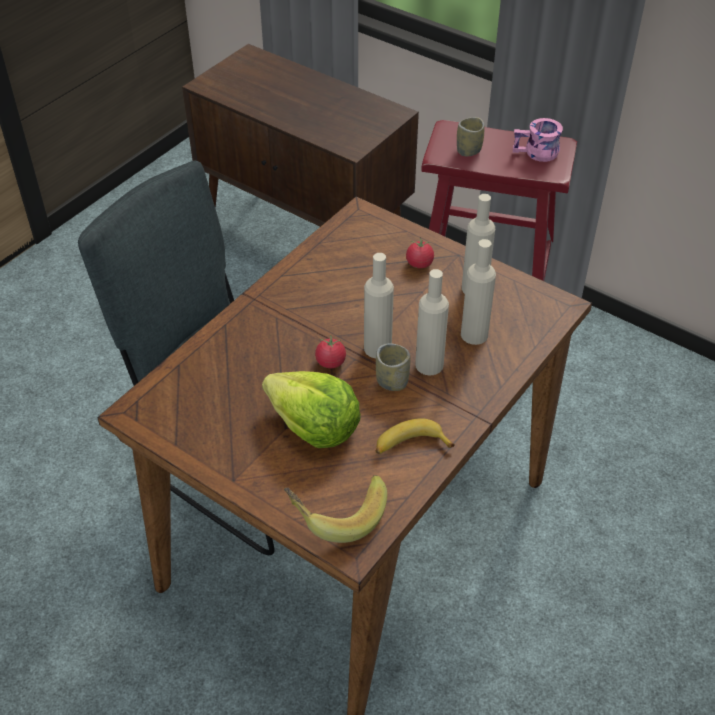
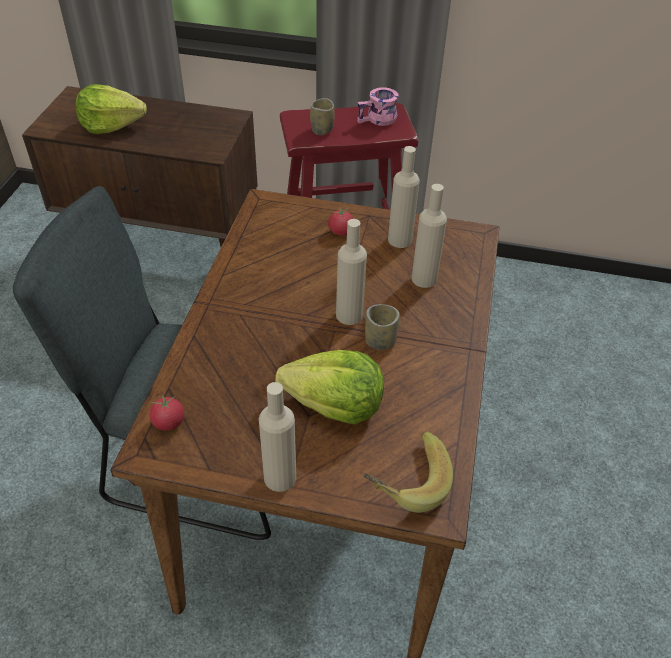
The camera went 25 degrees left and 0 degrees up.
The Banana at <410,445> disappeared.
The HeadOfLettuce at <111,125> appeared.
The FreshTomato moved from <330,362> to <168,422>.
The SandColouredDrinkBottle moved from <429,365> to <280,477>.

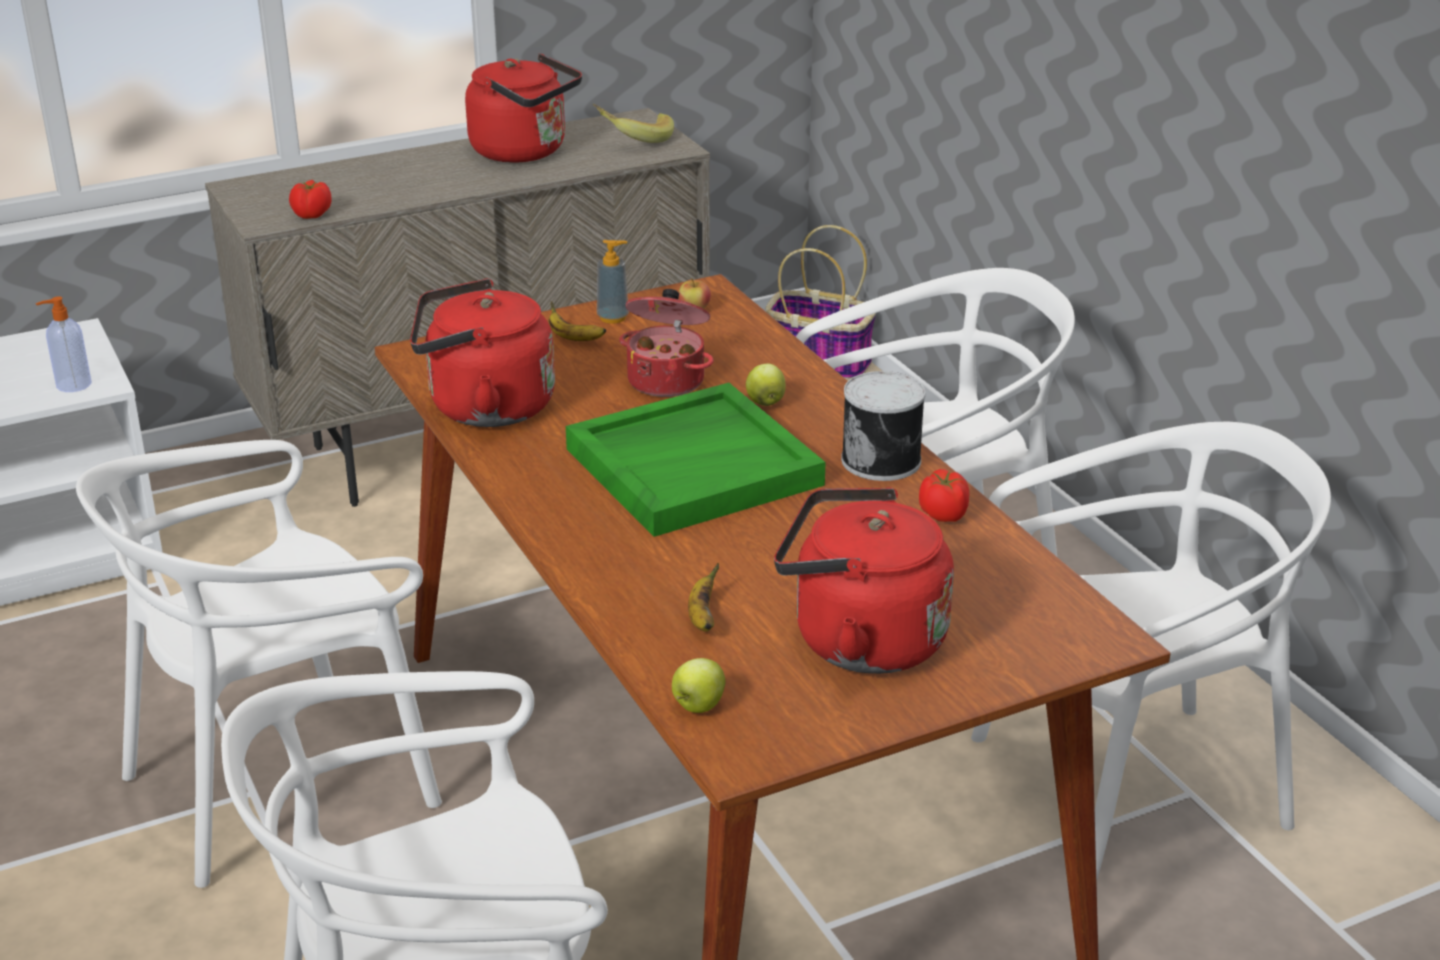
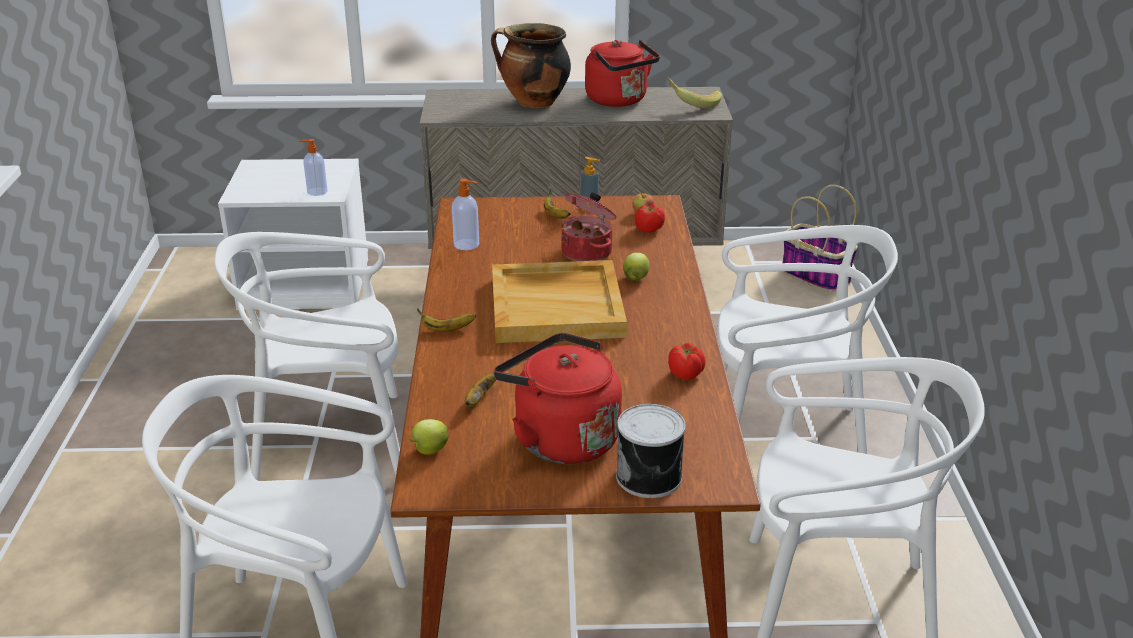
The camera went 25 degrees right and 0 degrees up.
The Banana at <447,329> appeared.
The Saucepot at <533,103> appeared.
The FreshTomato moved from <311,215> to <648,229>.
The SealedCan moved from <883,460> to <650,477>.
The RedTeaKettle at <483,407> was replaced by the SoapDispenser at <467,245>.
The GreenServingTray at <694,465> became the SandColouredServingTray at <557,306>.

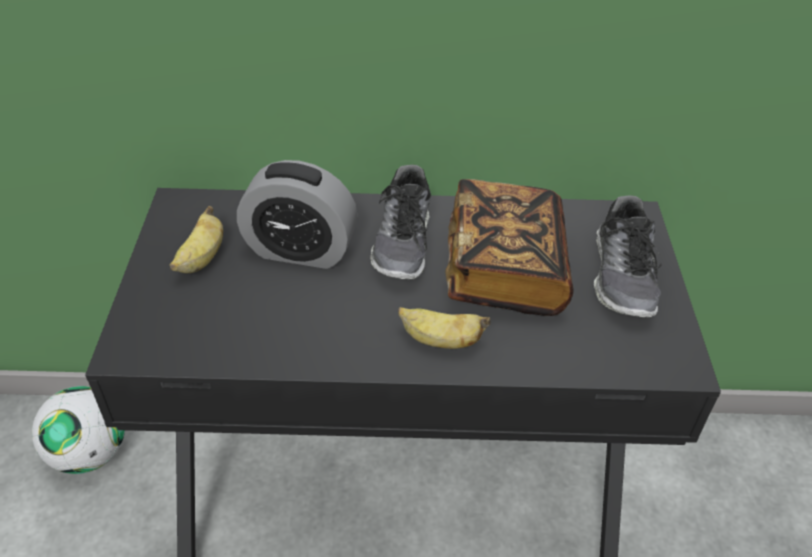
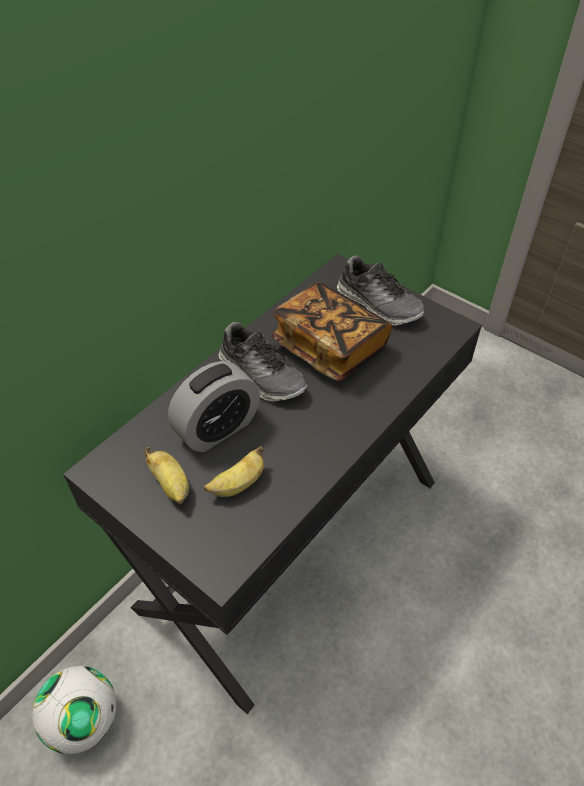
The camera went 50 degrees left and 5 degrees up.
The Banana moved from <439,341> to <238,485>.

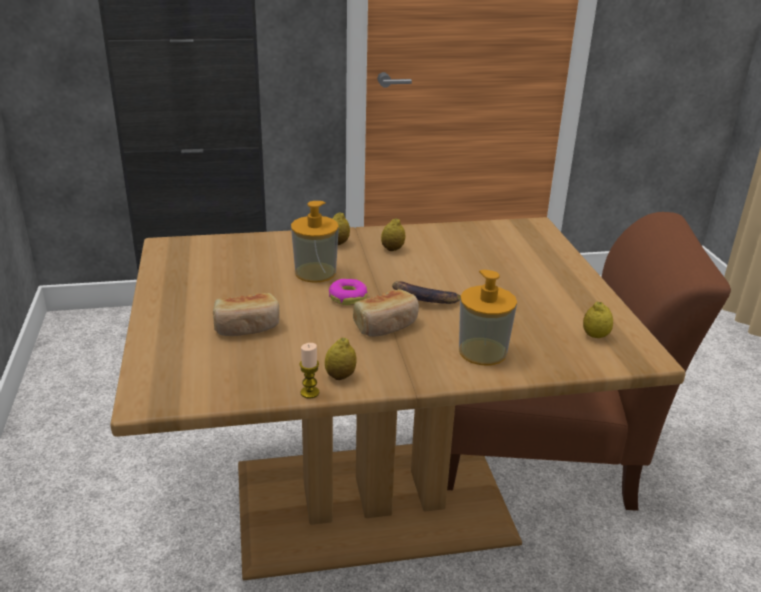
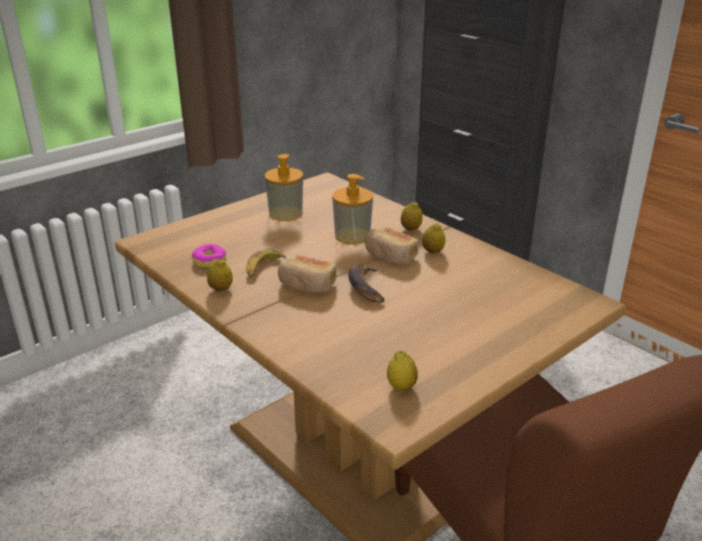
The camera went 60 degrees right and 0 degrees up.
The WaxLight at <309,392> disappeared.
The Banana at <263,268> appeared.
The Bread moved from <247,327> to <390,256>.
The Donut moved from <348,297> to <209,261>.
The SoapDispenser moved from <482,351> to <285,214>.

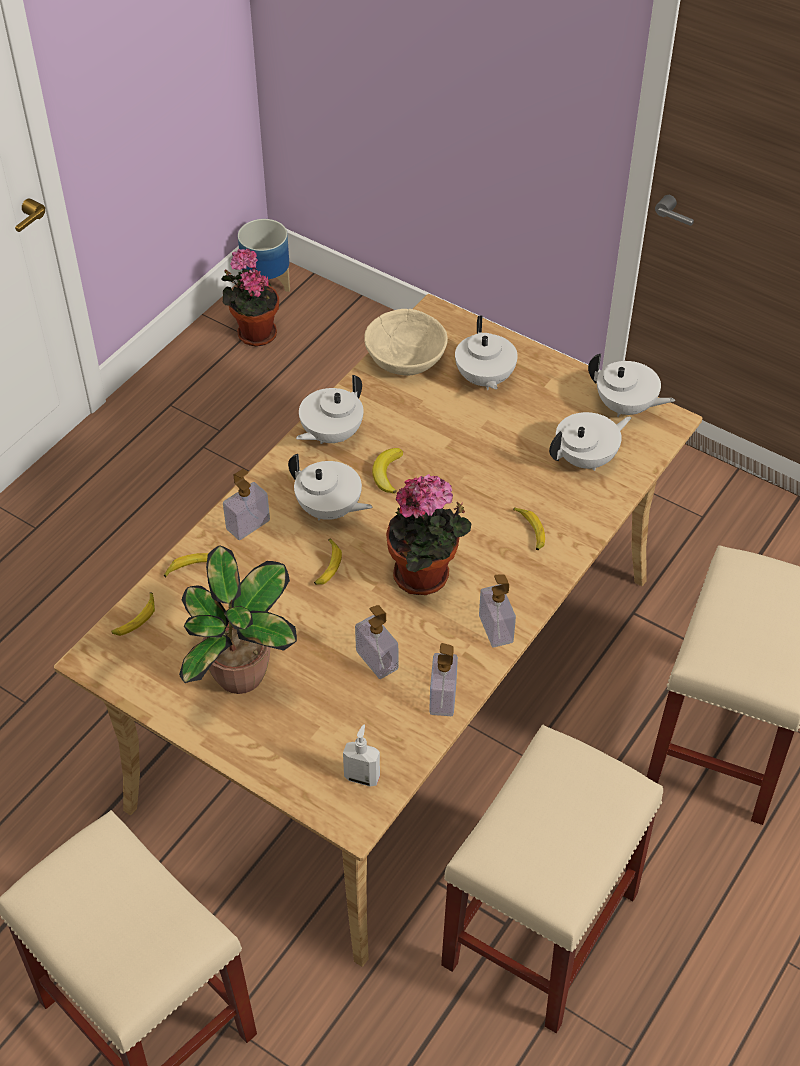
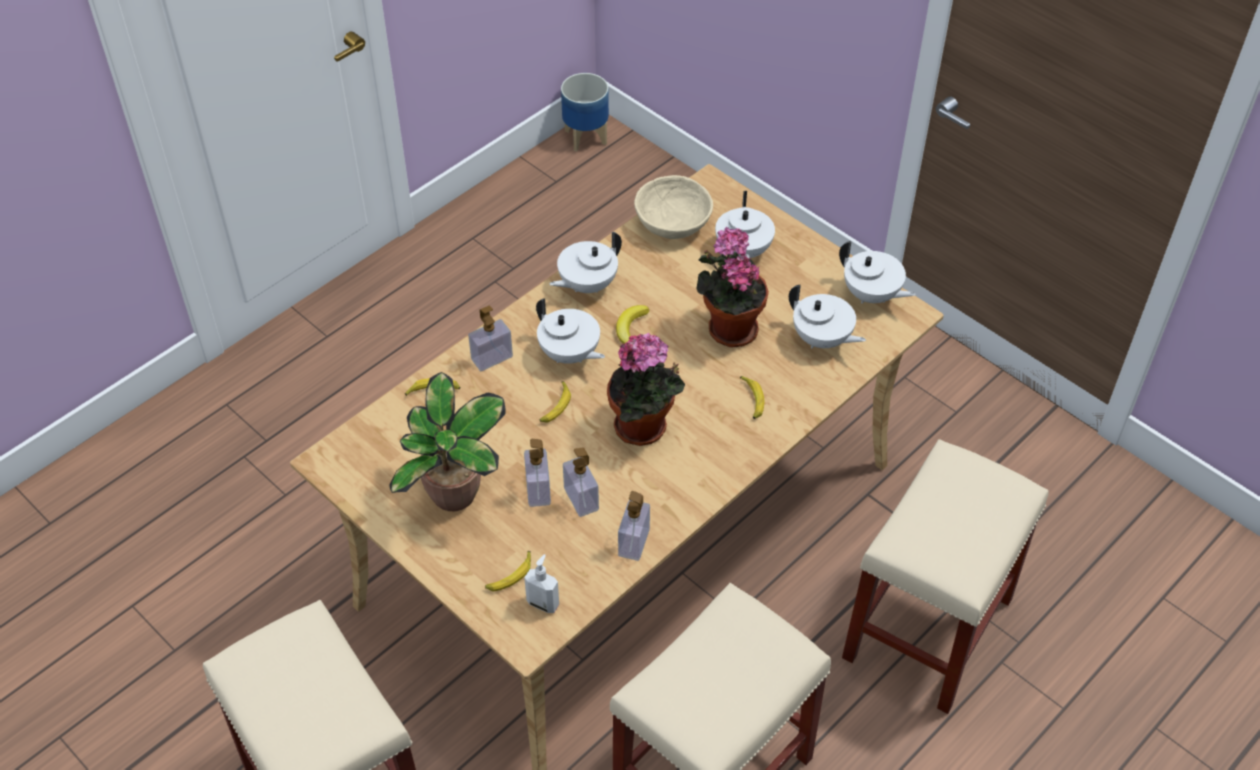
The camera went 10 degrees right and 0 degrees up.
The Banana moved from <135,618> to <510,575>.
The Houseplant moved from <254,332> to <729,327>.
The SoapDispenser moved from <495,629> to <538,490>.
The WhitishPotForTea at <586,459> turned 60 degrees clockwise.

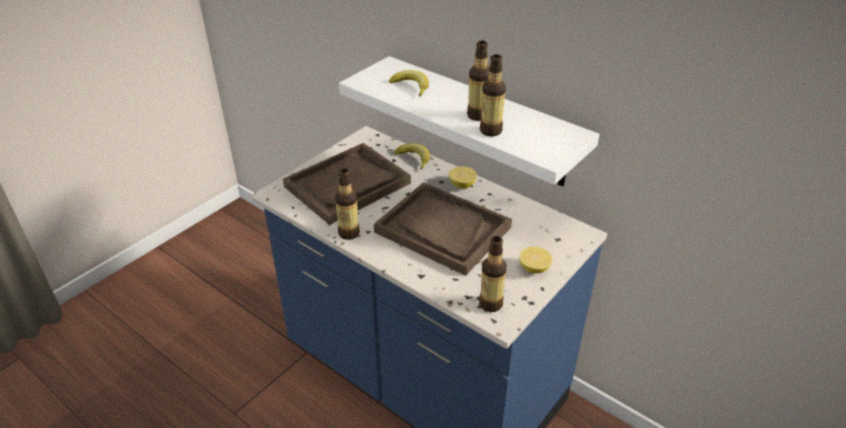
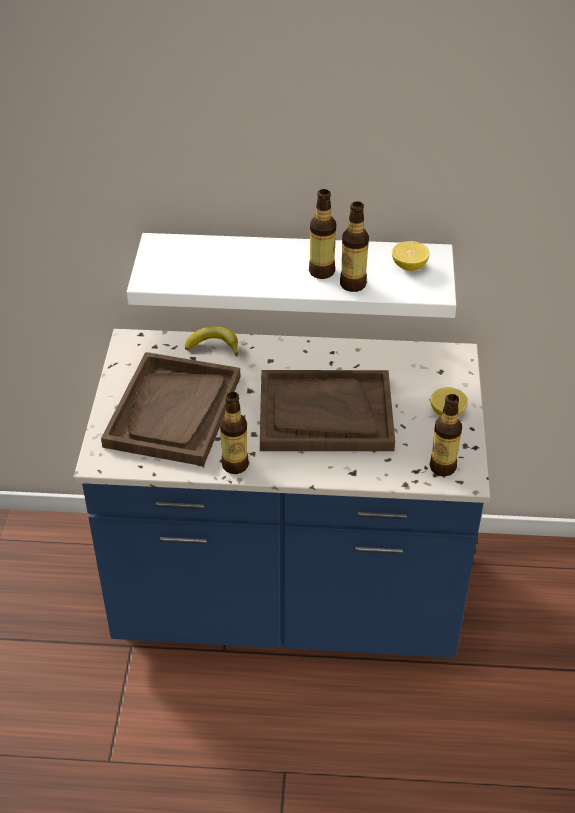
The camera went 35 degrees left and 5 degrees up.
The Banana at <411,86> disappeared.
The Lemon moved from <462,185> to <409,266>.

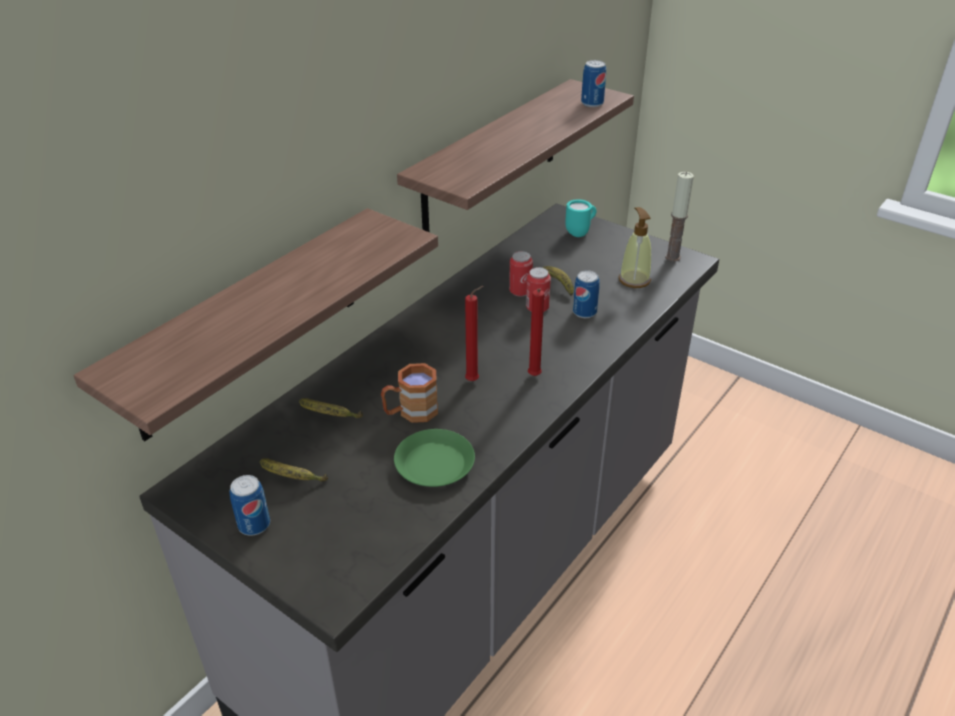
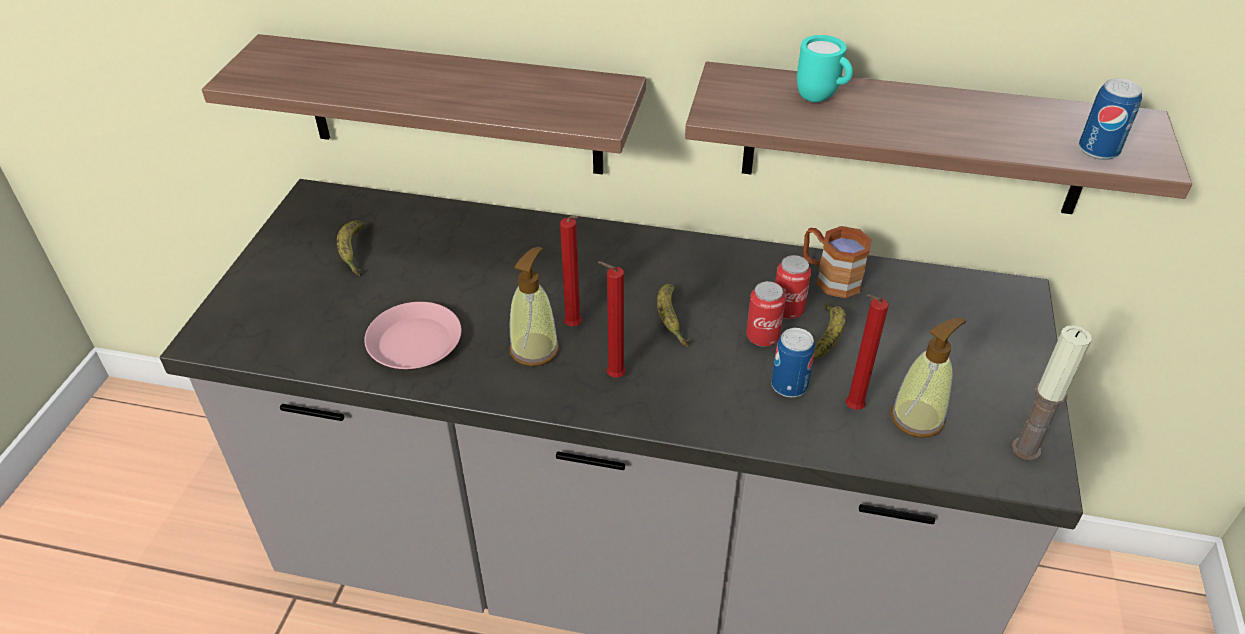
The camera went 65 degrees right and 5 degrees up.
The SealedCan at <254,525> disappeared.
The SoapDispenser at <534,349> appeared.
The RedWaxLight at <851,408> appeared.
The Banana moved from <329,416> to <670,320>.
The BrownColouredMug moved from <410,412> to <830,277>.
The BlueGreenMug moved from <580,232> to <821,98>.
The GreenFlatDish at <435,463> became the PinkColouredFlatDish at <415,343>.

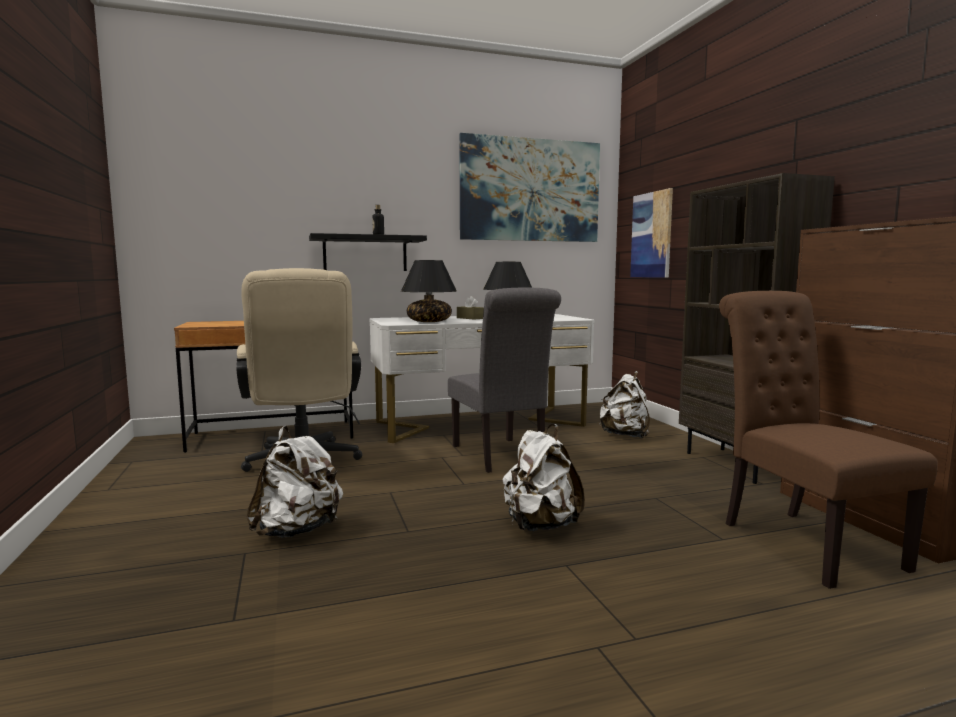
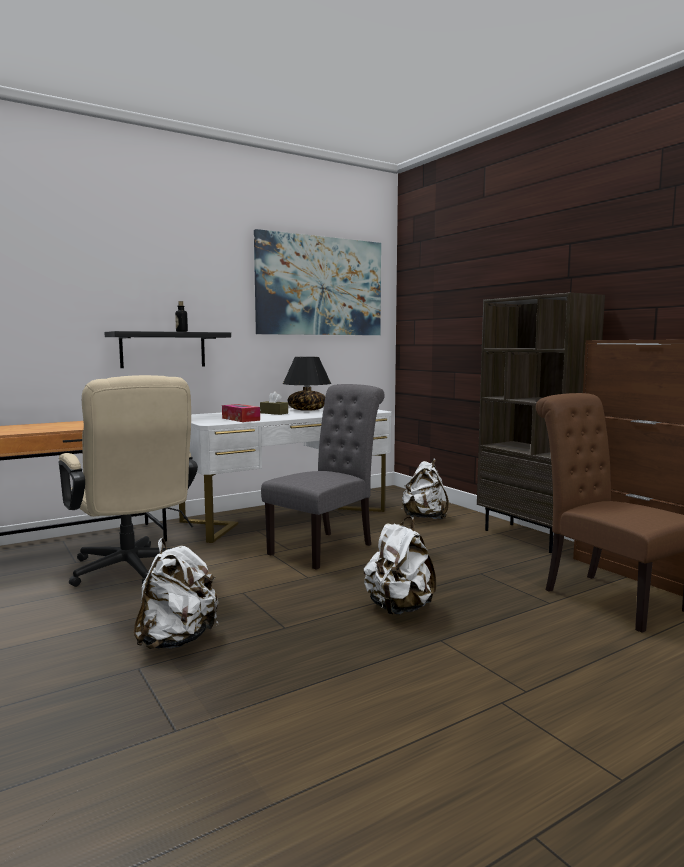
The camera went 15 degrees left and 0 degrees up.
The WallPicture at <651,235> disappeared.
The BlackTableLamp at <428,321> was replaced by the TissueHolder at <241,419>.
The GreyUprightChair at <501,457> turned 105 degrees counterclockwise.

